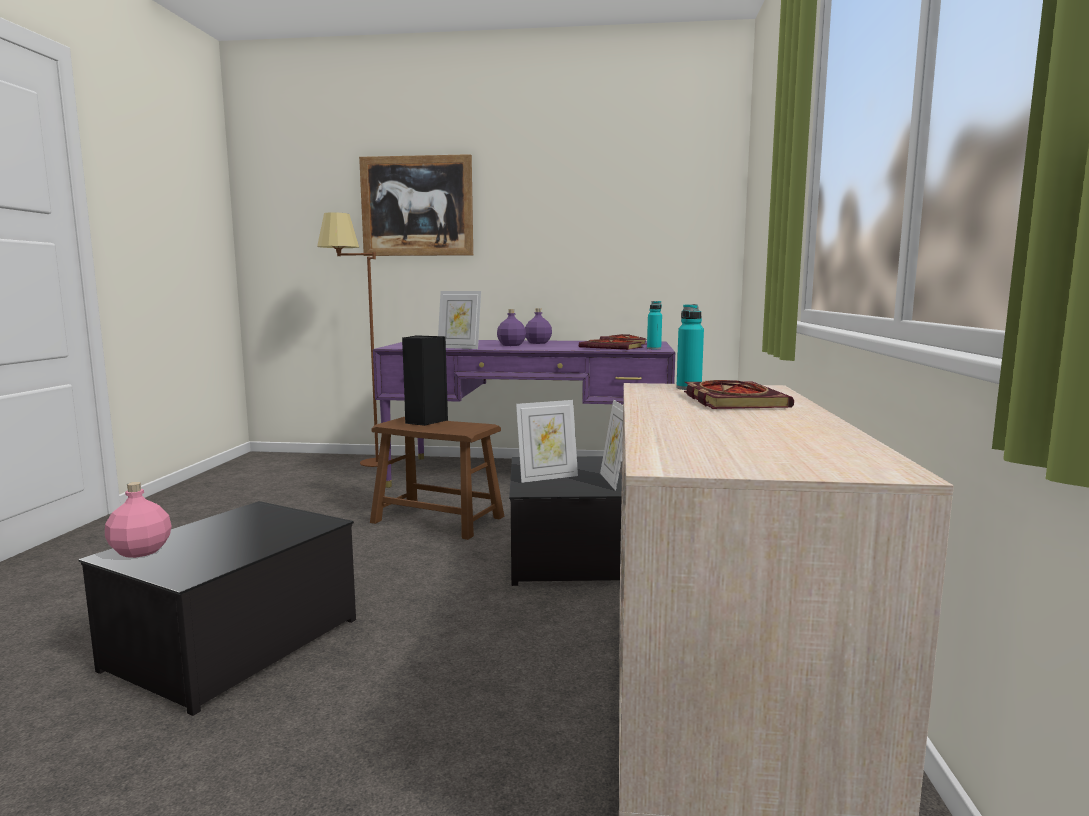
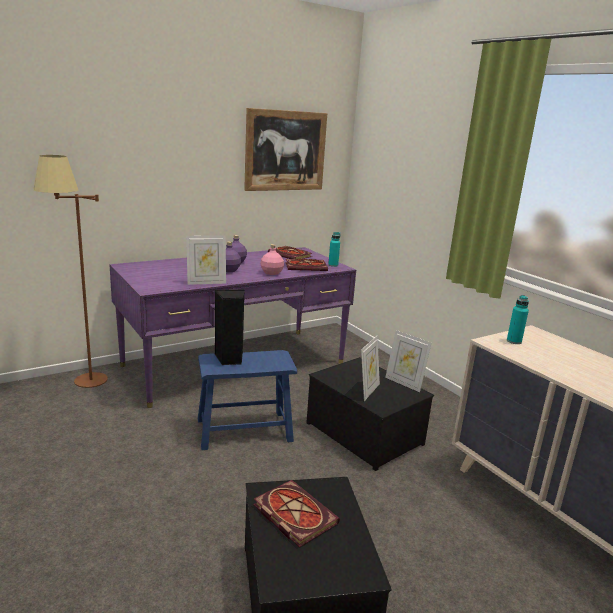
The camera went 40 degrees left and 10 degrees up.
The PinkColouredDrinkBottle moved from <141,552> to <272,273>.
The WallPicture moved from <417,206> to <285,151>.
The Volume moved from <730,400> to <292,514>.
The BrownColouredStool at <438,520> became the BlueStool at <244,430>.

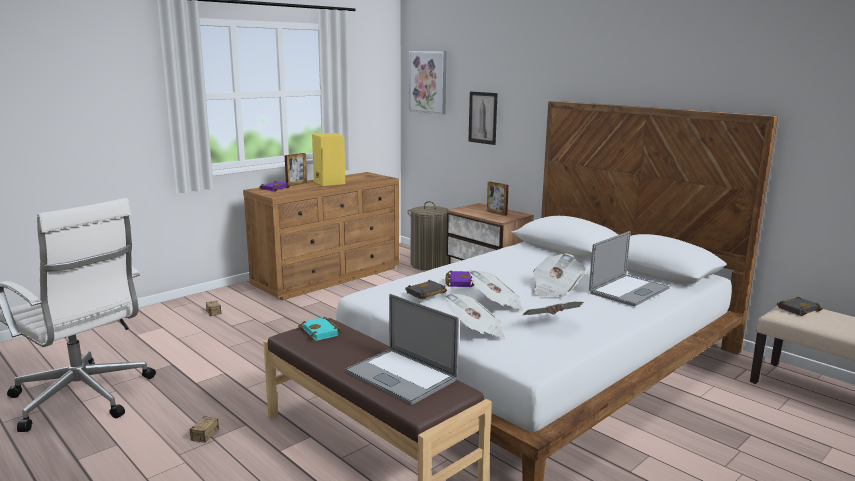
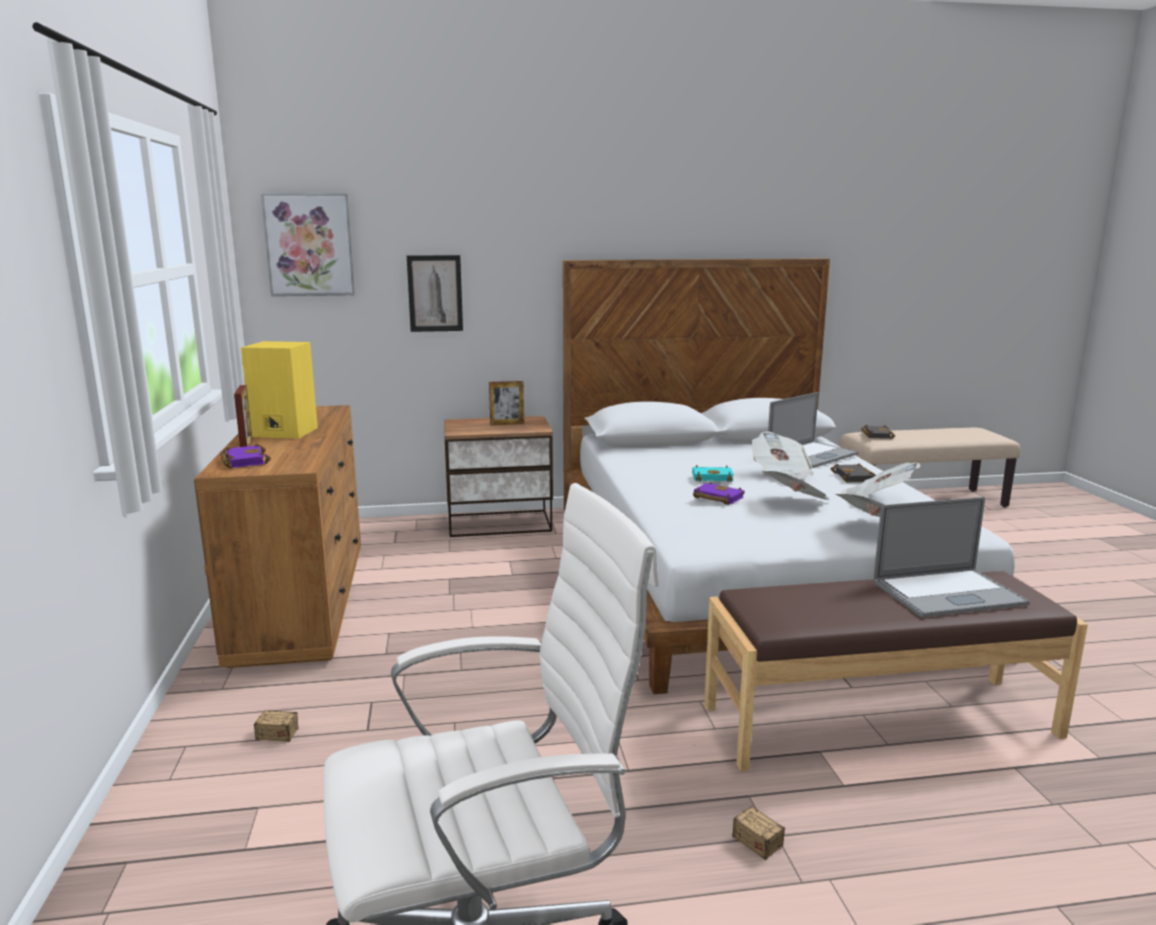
The camera went 55 degrees left and 0 degrees up.
The Hamper at <429,264> disappeared.
The BlueGreenVolume moved from <322,332> to <713,477>.
The BlackVolume moved from <426,293> to <855,477>.
The PortableComputer at <629,291> turned 60 degrees clockwise.

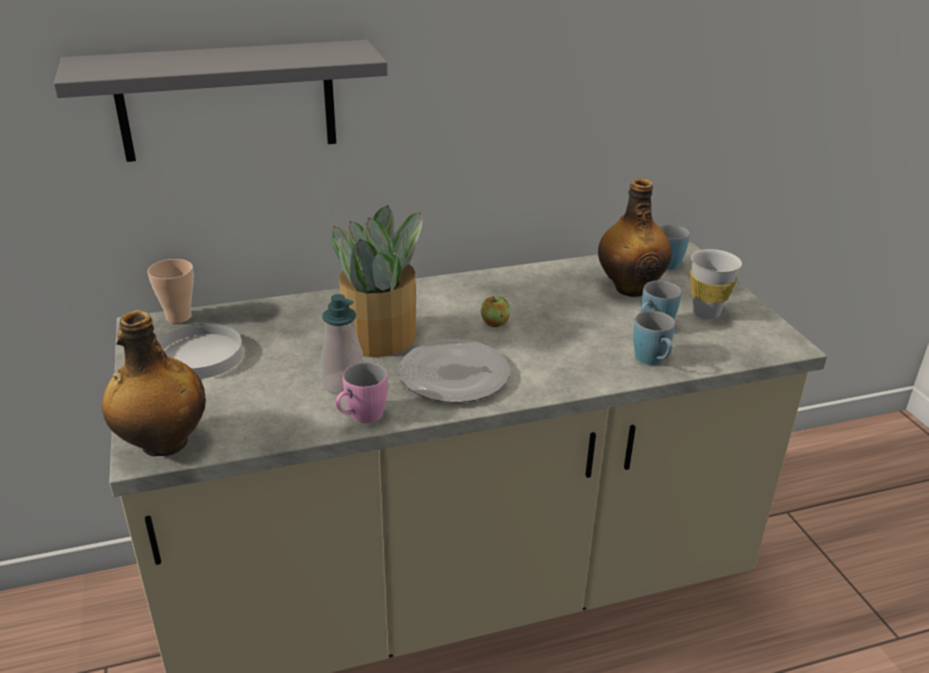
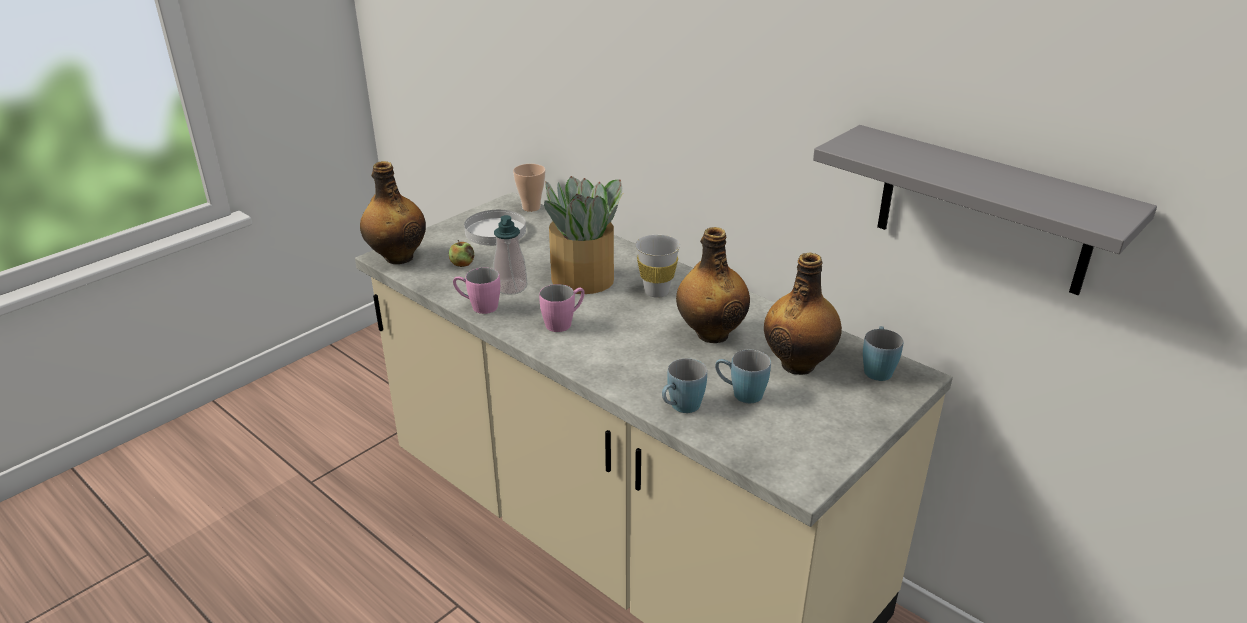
The camera went 60 degrees right and 0 degrees up.
The DrinkBottle at <711,333> appeared.
The GreyBracketShelf moved from <228,101> to <983,210>.
The Apple moved from <494,323> to <462,264>.
The WhitishSmallCup moved from <706,312> to <656,292>.
The FlatDish at <453,374> was replaced by the PinkColouredMug at <564,322>.

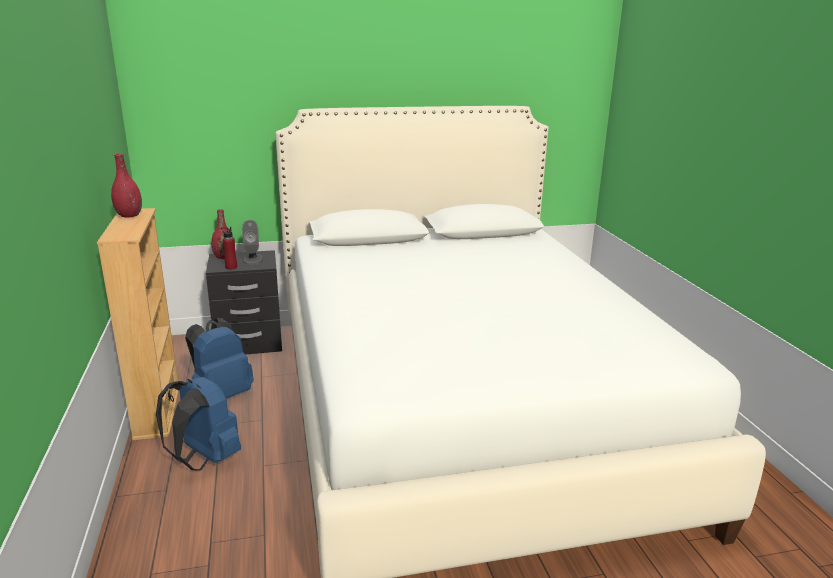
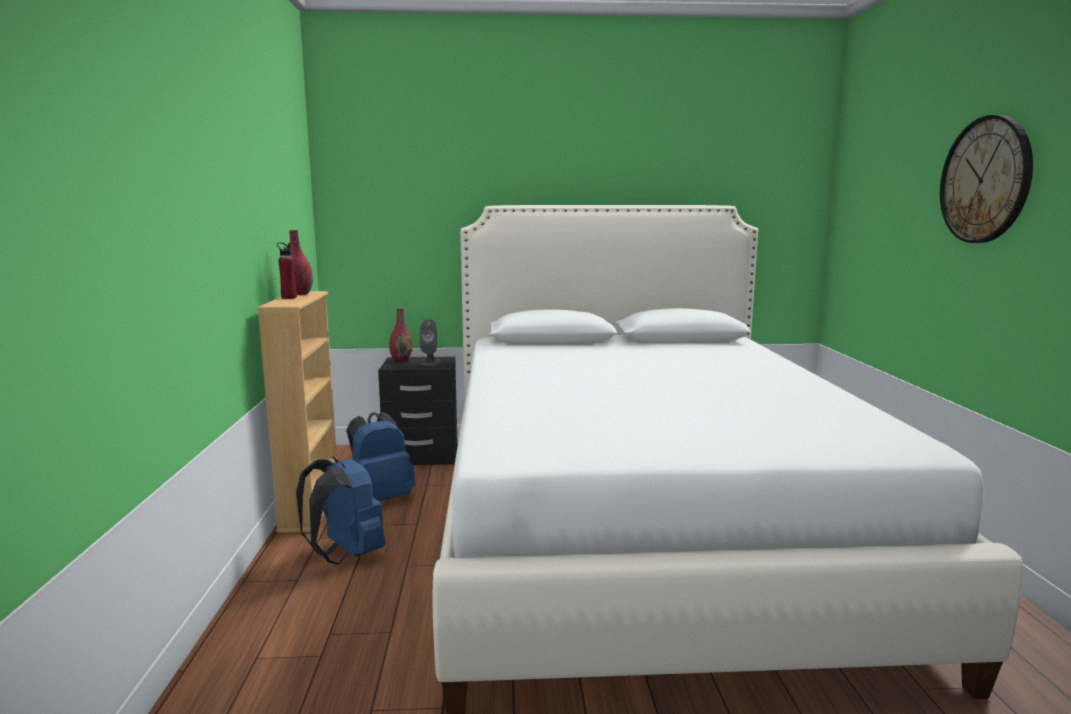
The camera went 10 degrees right and 10 degrees down.
The WallClock at <985,180> appeared.
The RedDrinkBottle moved from <231,267> to <289,298>.

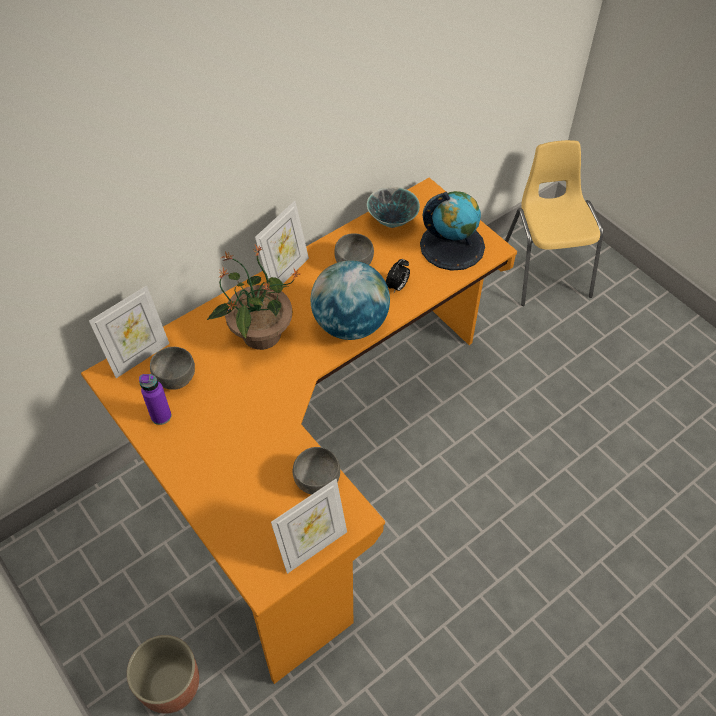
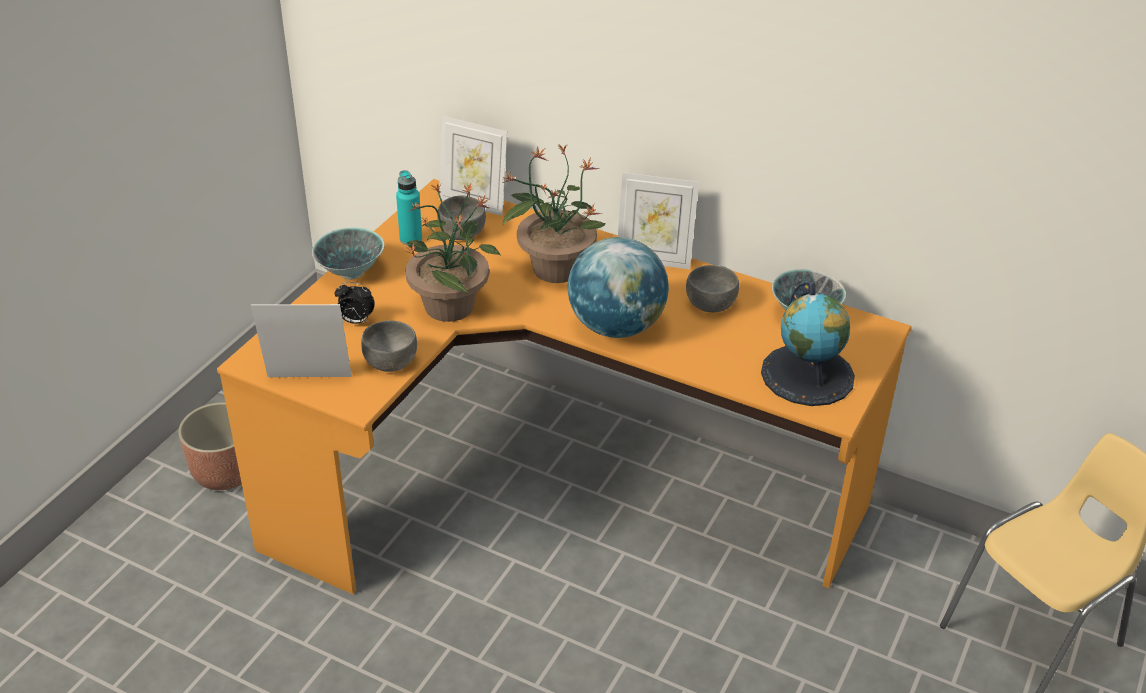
The camera went 65 degrees right and 15 degrees down.
The ServingBowl at <351,272> appeared.
The Houseplant at <450,305> appeared.
The TableClock moved from <397,287> to <356,321>.
The PurpleColouredDrinkBottle at <161,416> became the BlueGreenDrinkBottle at <411,239>.
The PictureFrame at <313,546> turned 150 degrees clockwise.

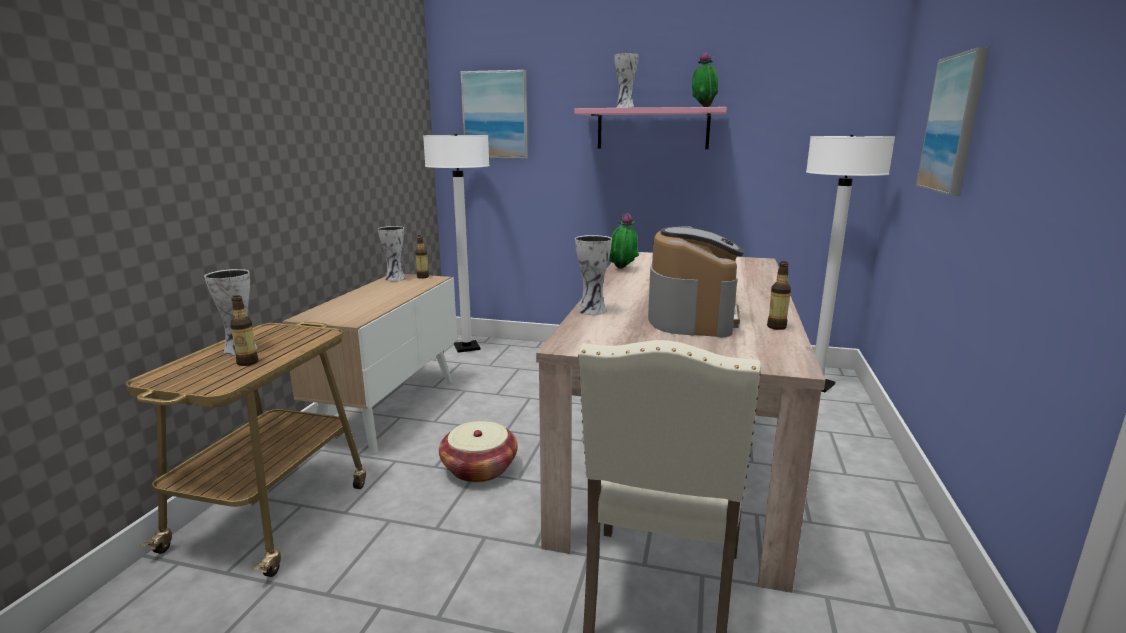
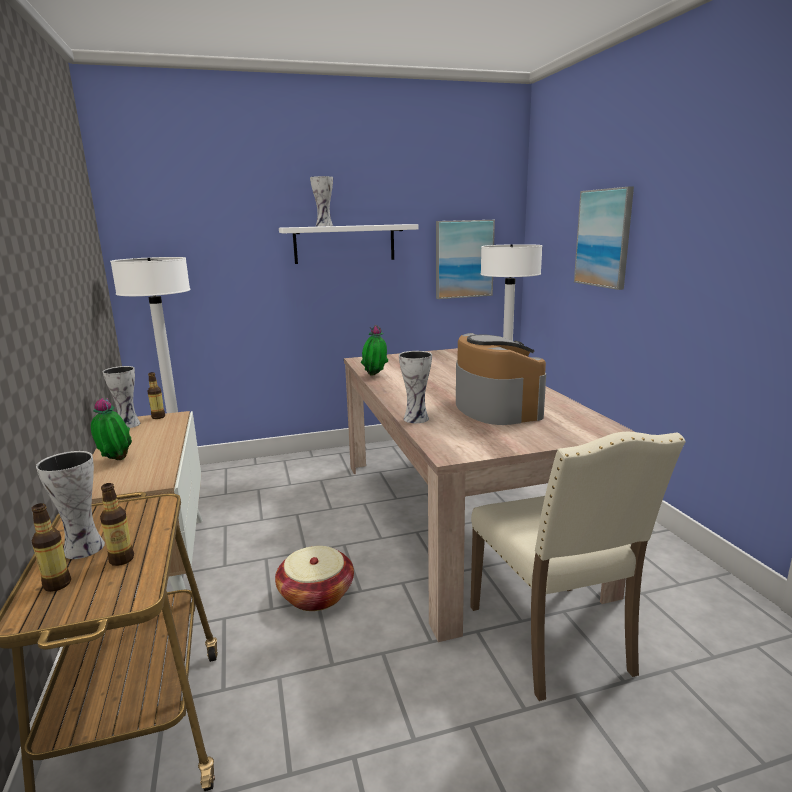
The camera went 30 degrees left and 0 degrees up.
The WallPicture moved from <495,115> to <464,259>.
The Houseplant moved from <703,107> to <115,461>.
The DrinkBottle moved from <776,327> to <57,584>.
The PinkColouredBracketShelf at <652,129> became the WhitishBracketShelf at <344,243>.

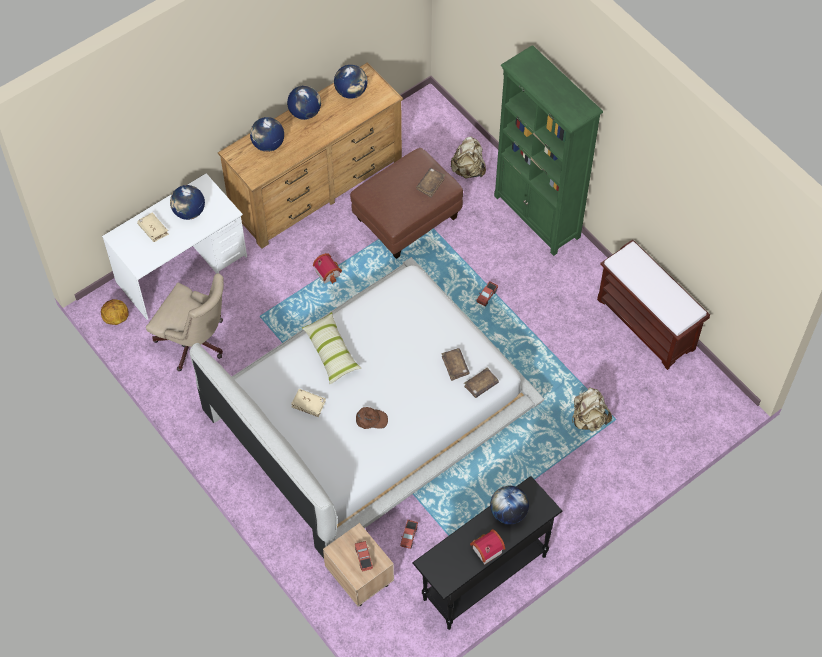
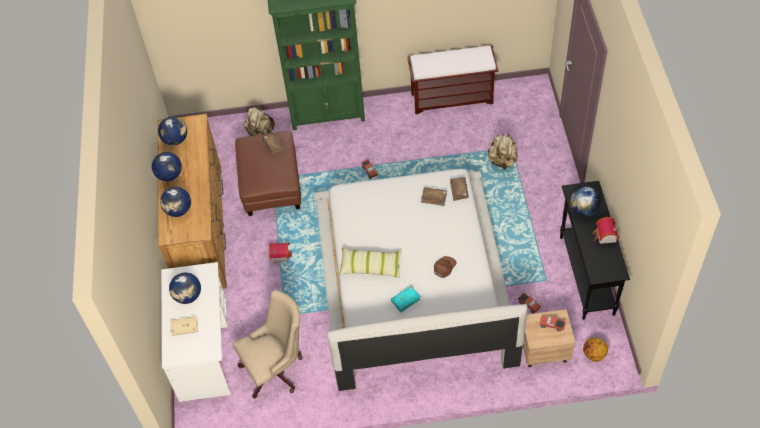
The camera went 55 degrees left and 5 degrees down.
The BasketballBall moved from <116,319> to <594,355>.
The SandColouredVolume at <308,404> became the BlueGreenVolume at <405,300>.

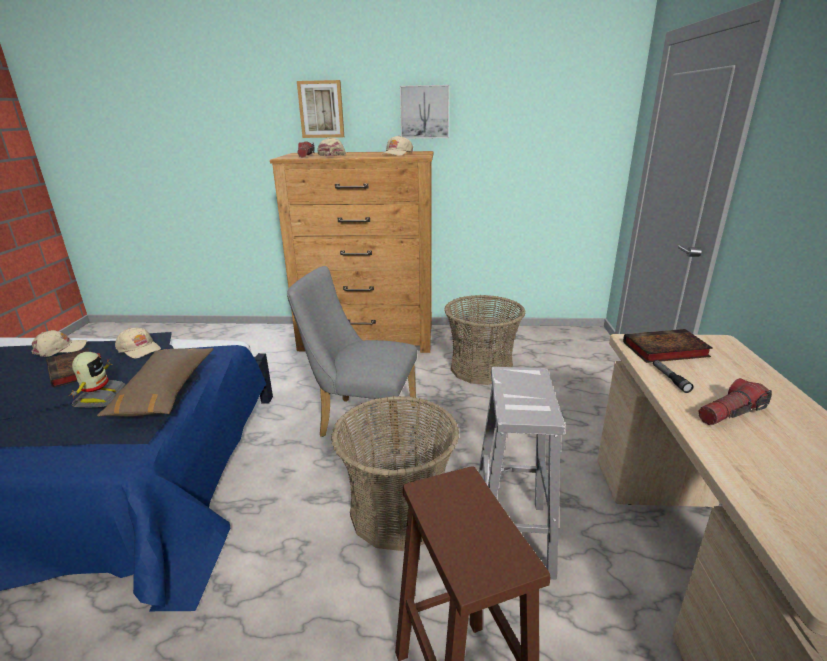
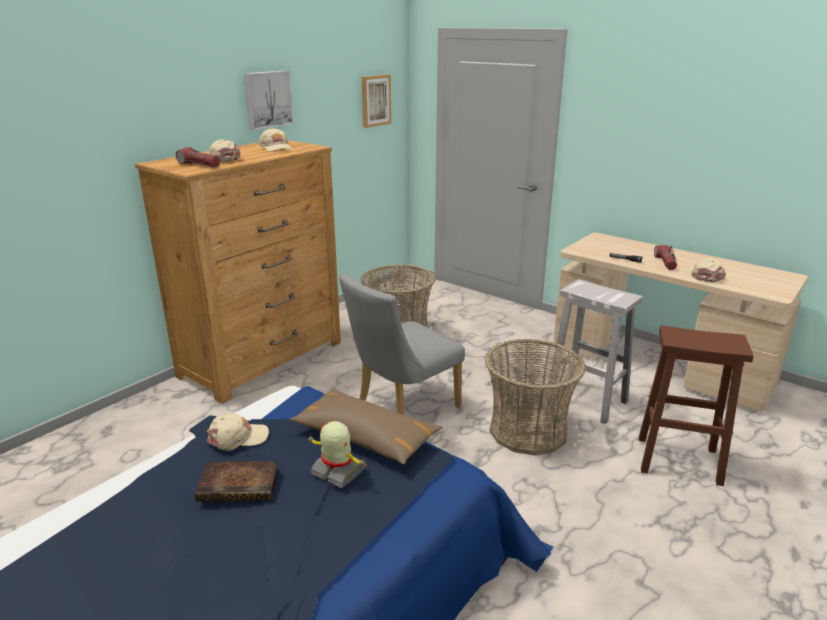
The camera went 55 degrees left and 0 degrees up.
The Volume at <663,350> disappeared.
The SandColouredBaseballCap moved from <60,349> to <705,275>.
The WallPicture moved from <321,109> to <375,100>.

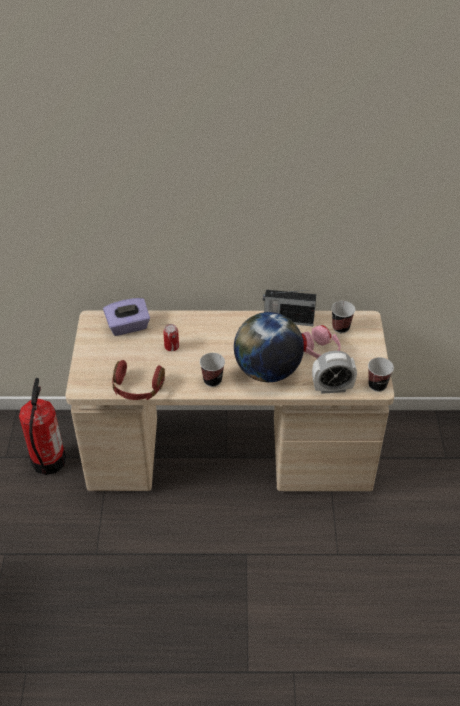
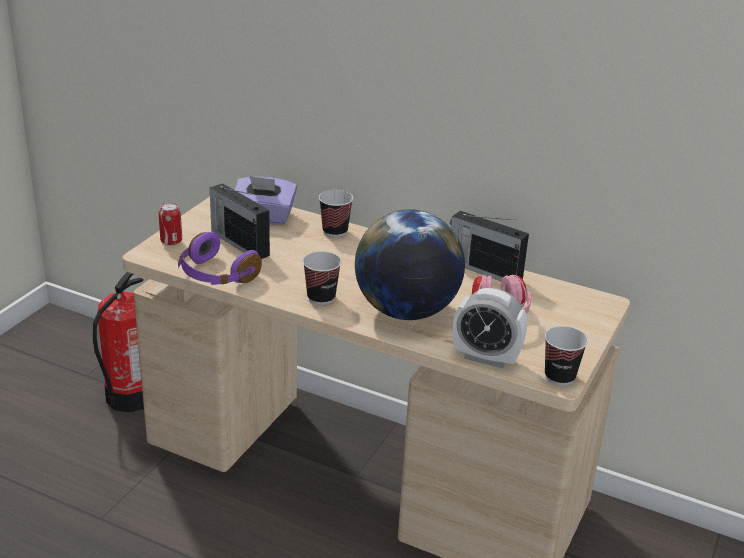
The camera went 25 degrees right and 15 degrees down.
The RadioSet at <239,243> appeared.
The SealedCan moved from <171,347> to <171,241>.
The SmallCup moved from <340,327> to <335,231>.
The RedHeadphones at <137,388> became the PurpleColouredHeadphones at <216,275>.

